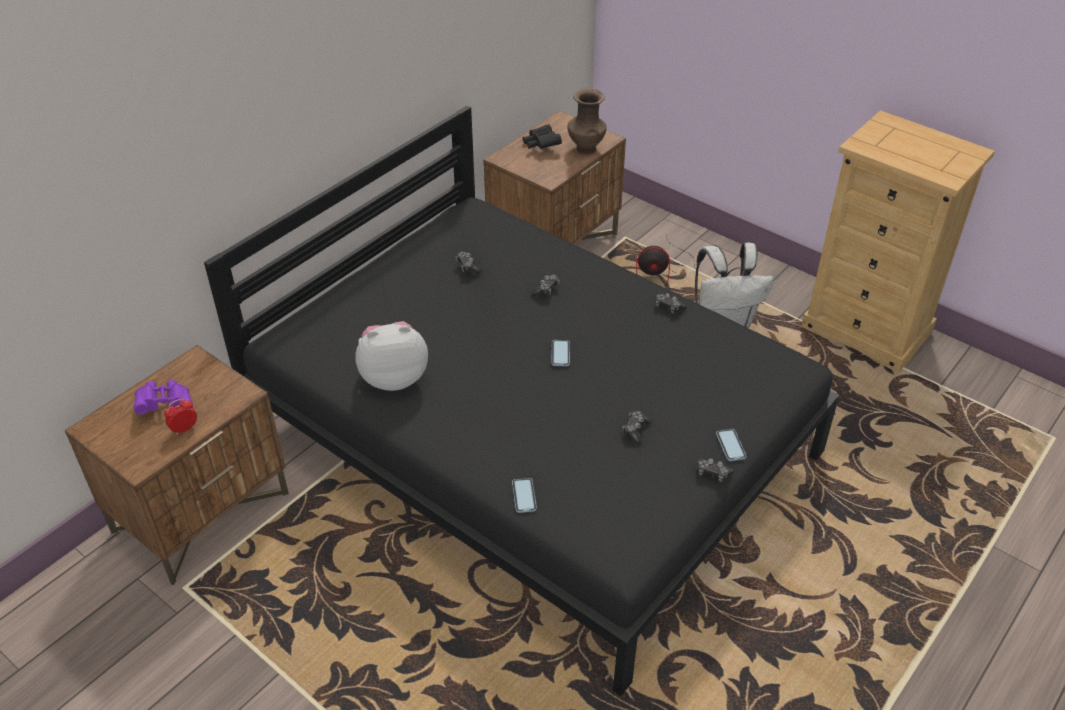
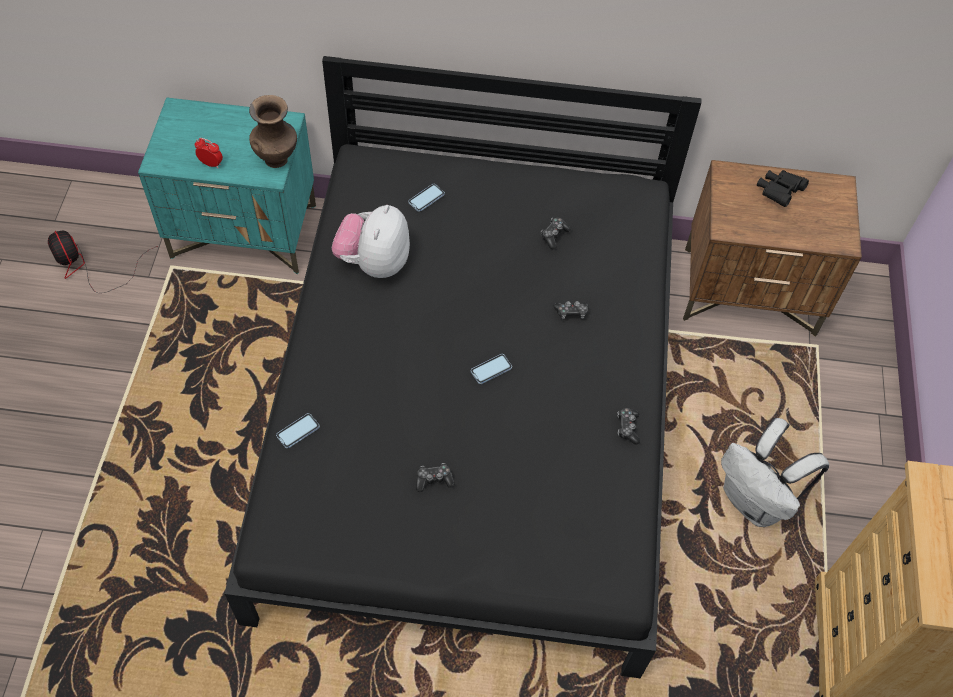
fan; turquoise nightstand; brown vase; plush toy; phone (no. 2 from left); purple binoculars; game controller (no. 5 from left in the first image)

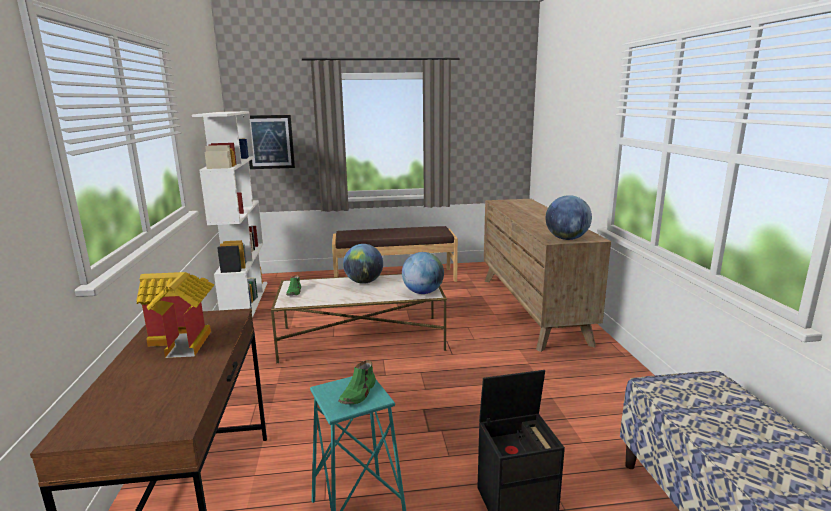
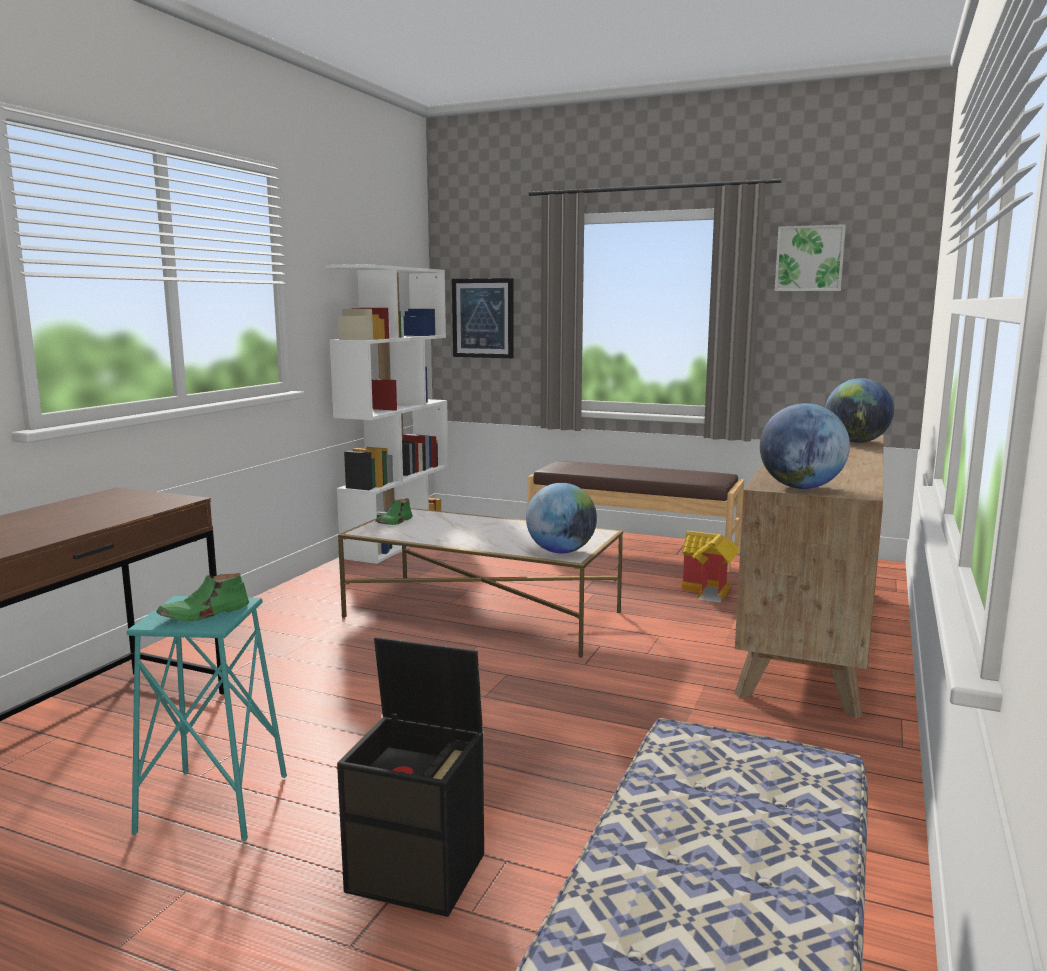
toy house; picture (no. 2 from left); globe (no. 3 from left)

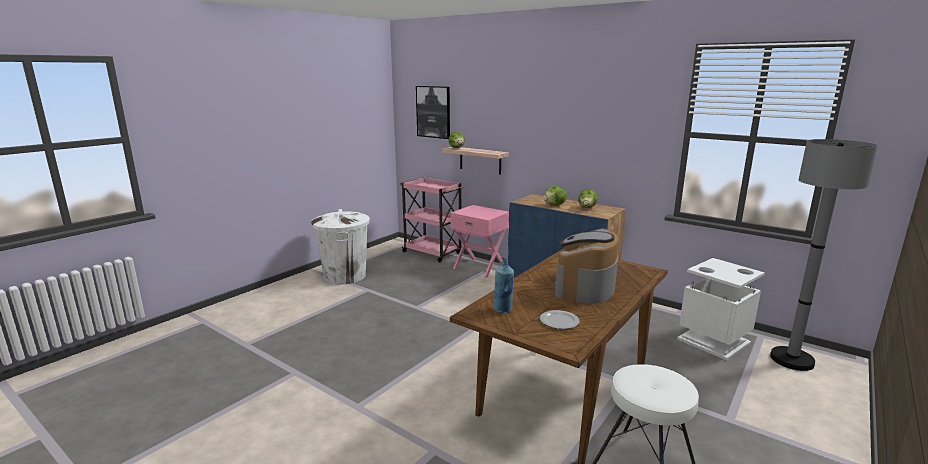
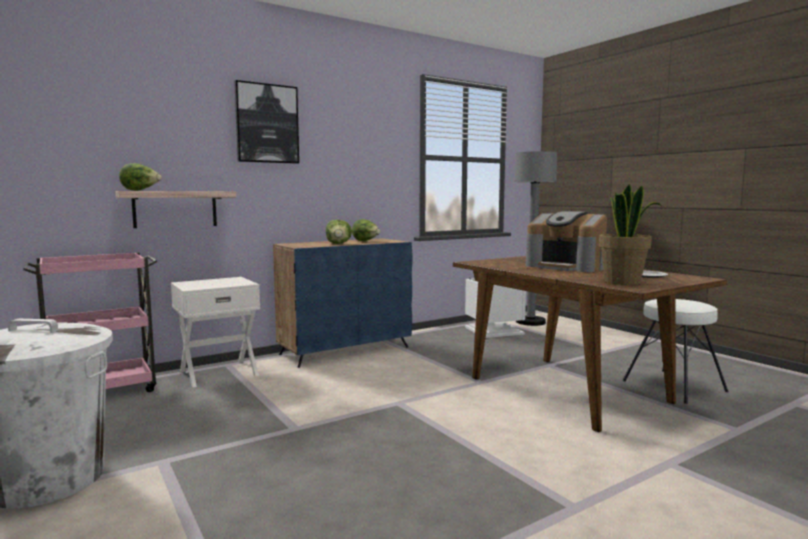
white nightstand; picture; potted plant

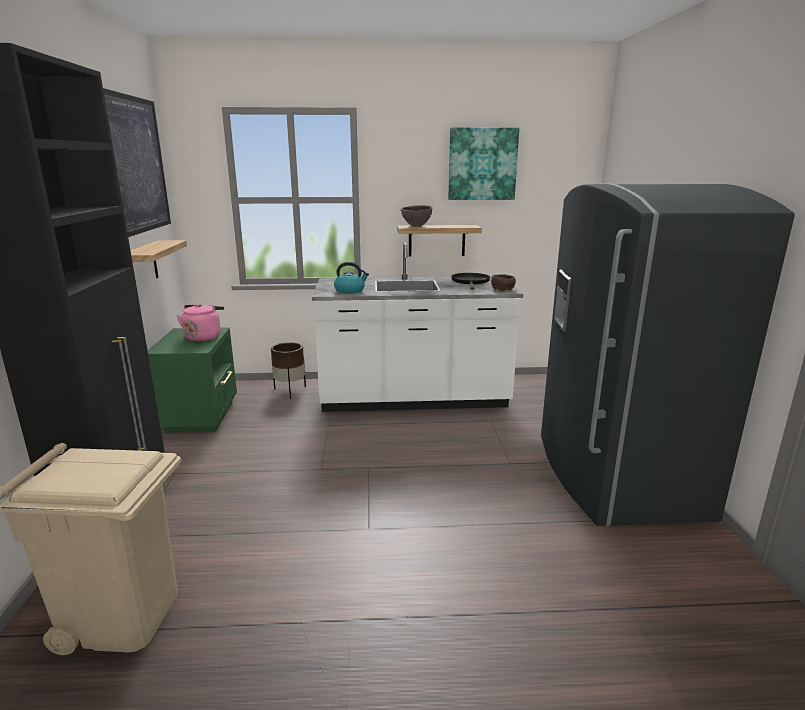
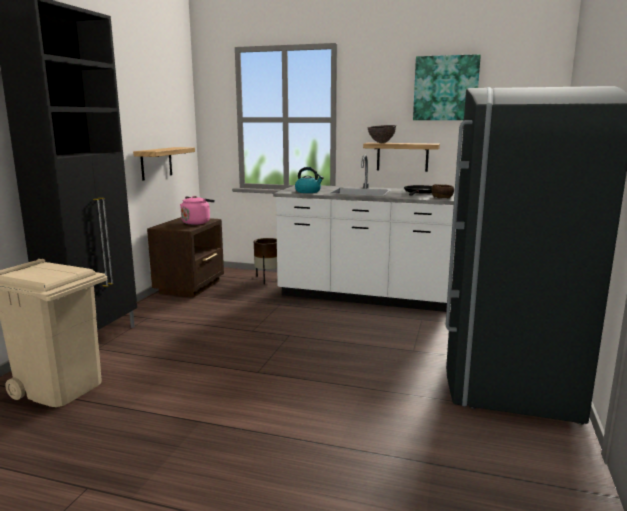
brown nightstand; picture (no. 1 from left in the first image)

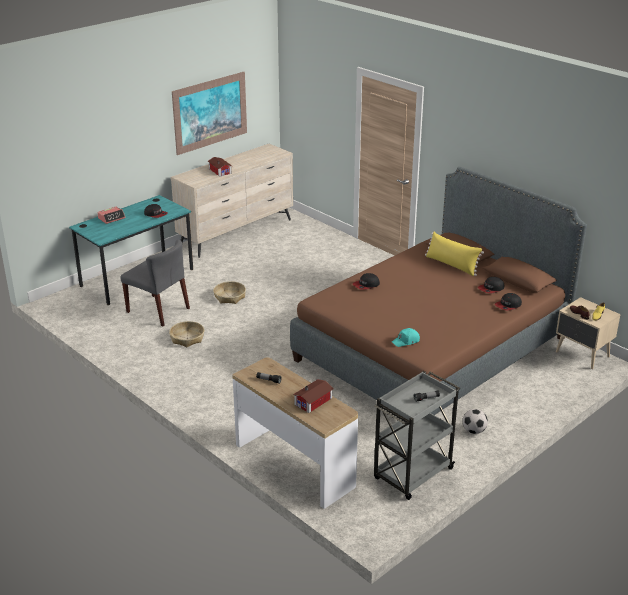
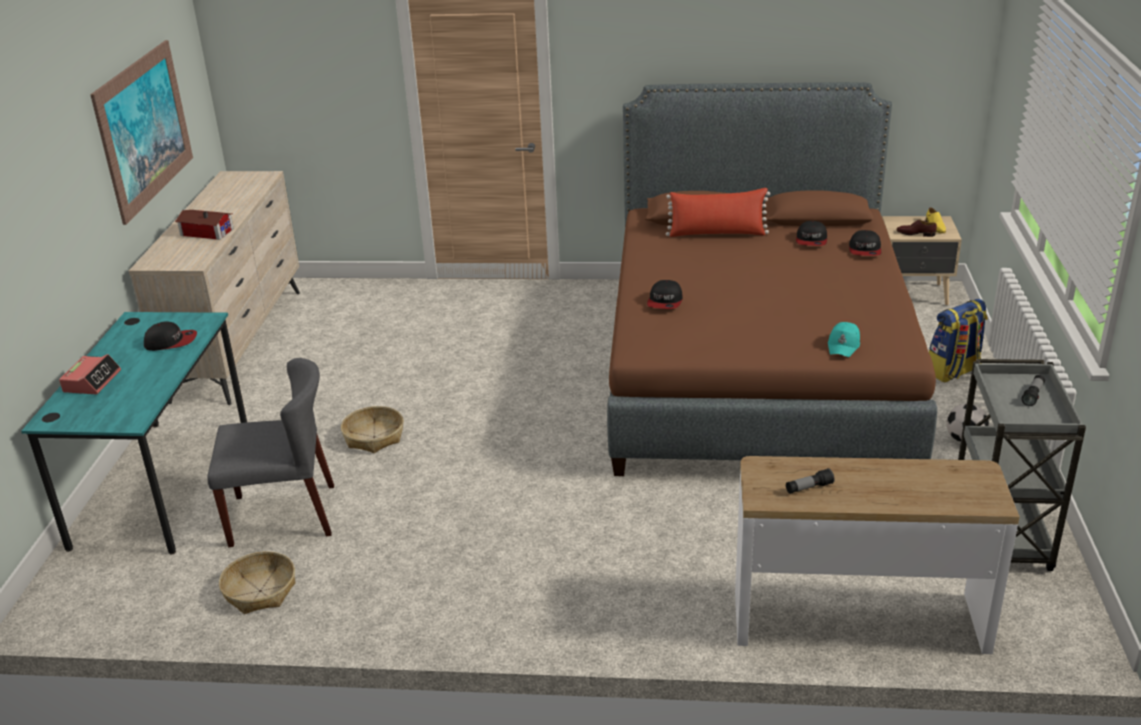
basket (no. 1 from left); red pillow; backpack; toy house (no. 2 from left in the first image)

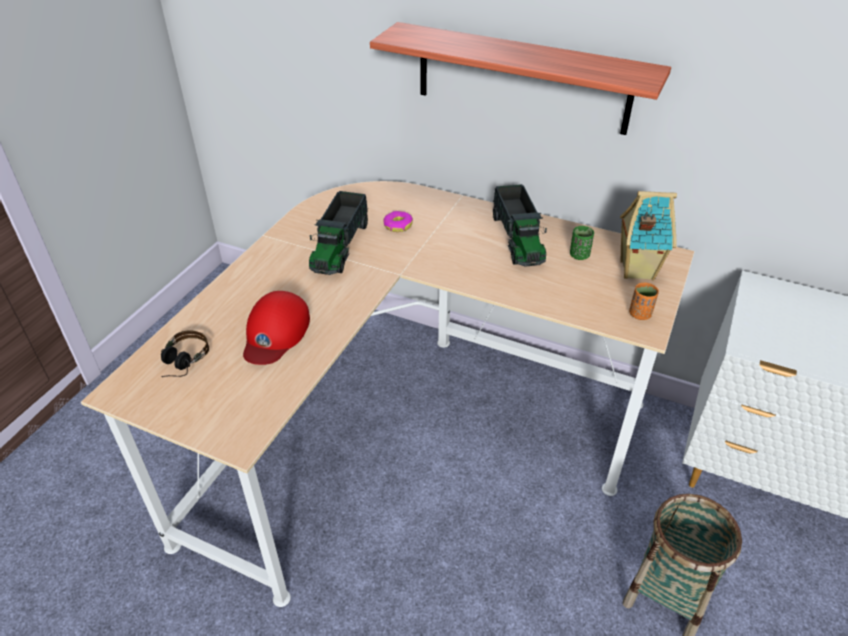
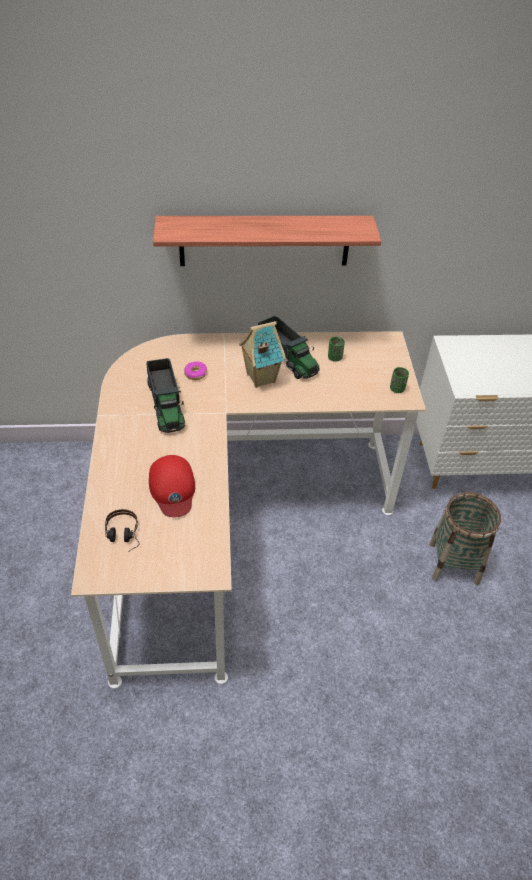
toy house; green cup (no. 2 from left)

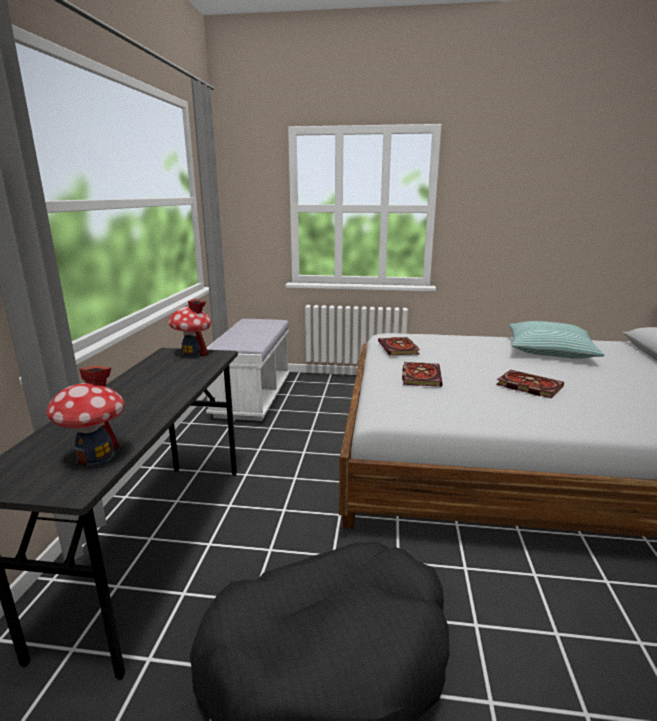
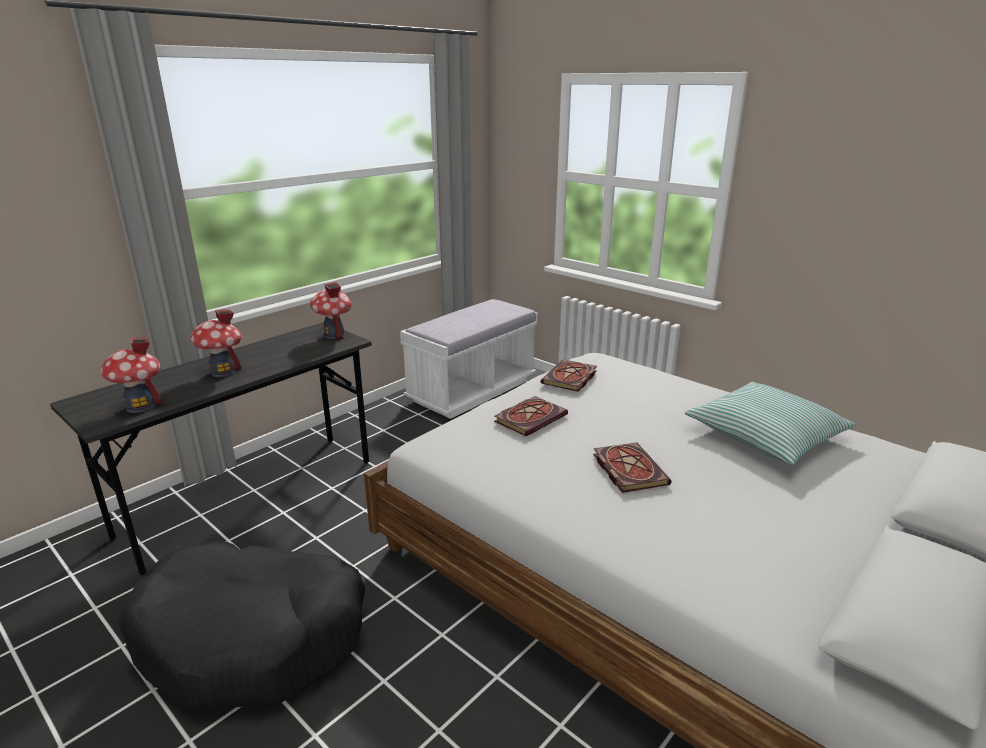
toy house (no. 2 from left)

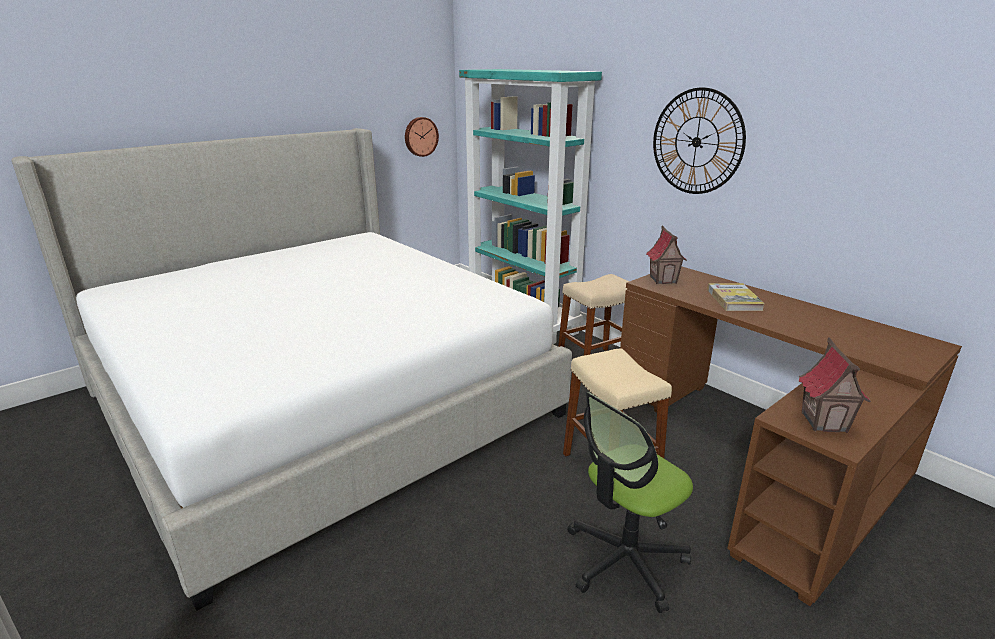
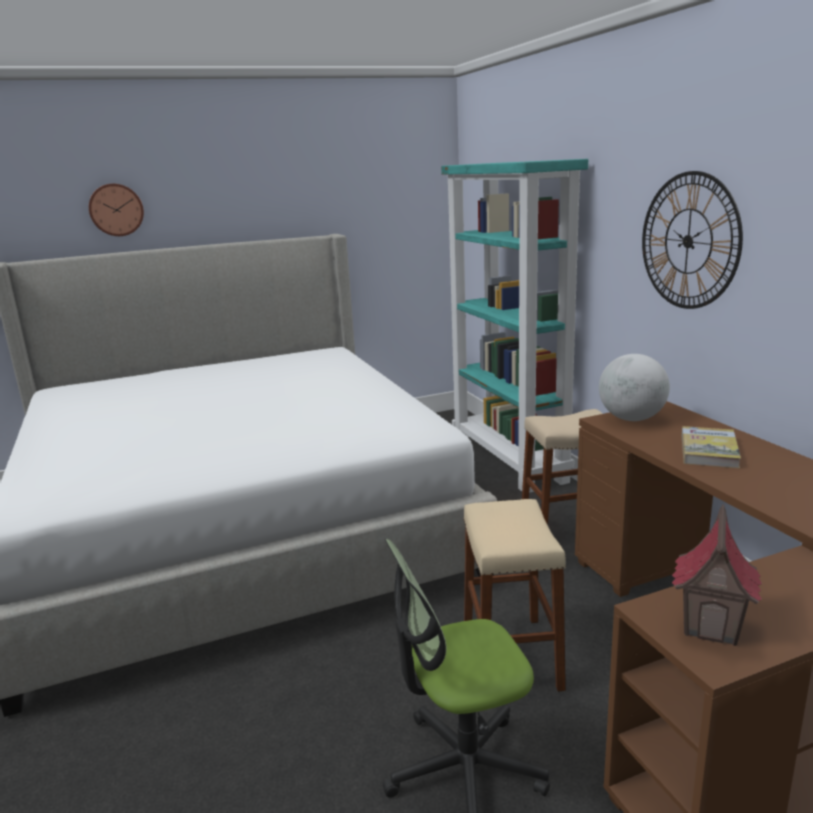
wall clock (no. 1 from left); globe

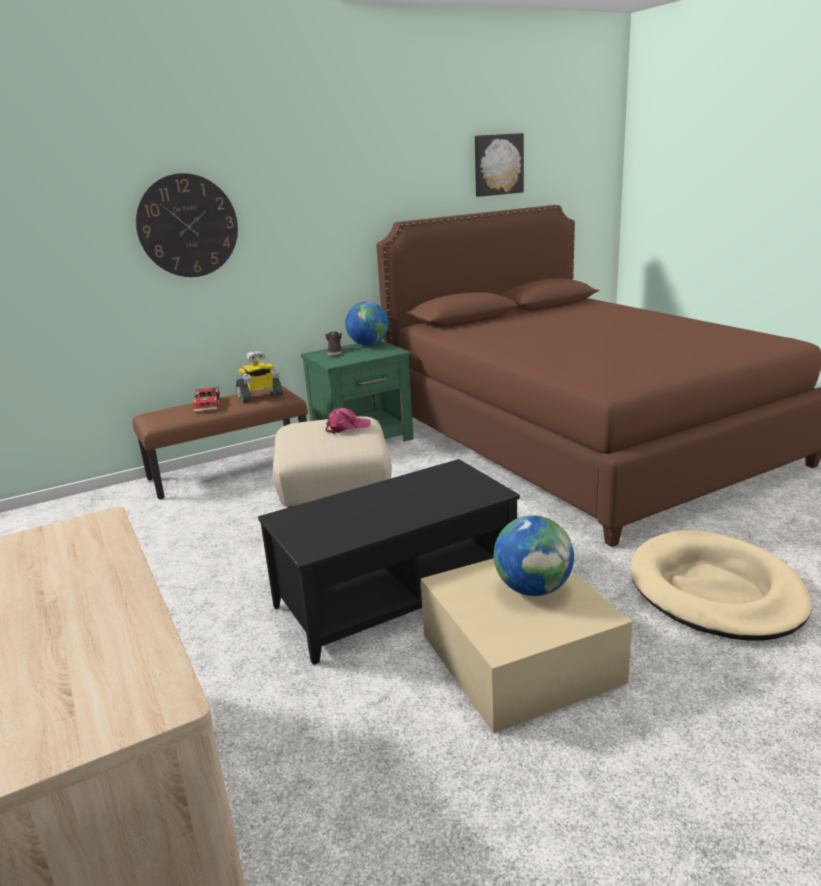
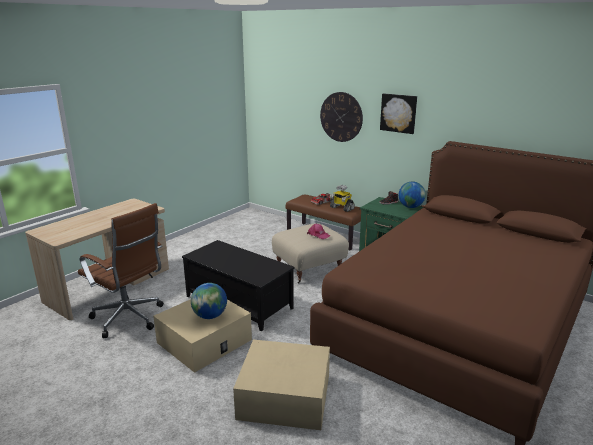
brown office chair; beige storage box (no. 2 from left); picture

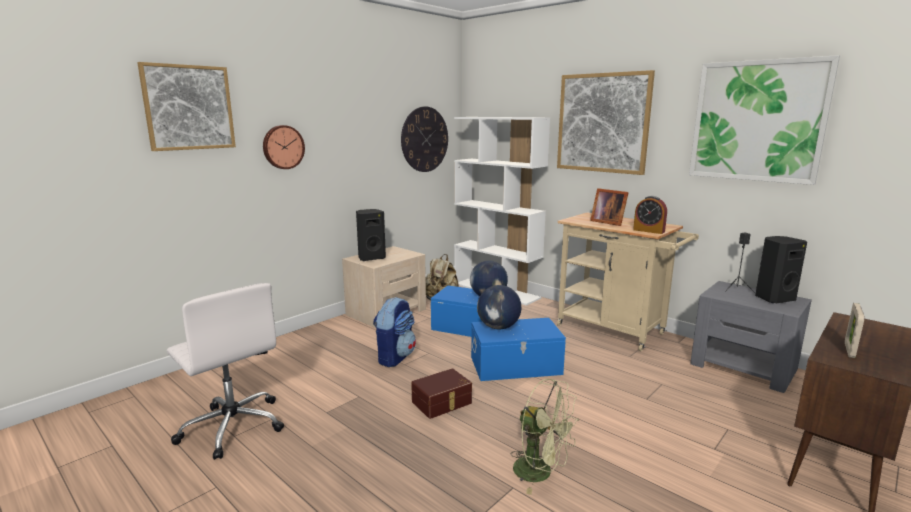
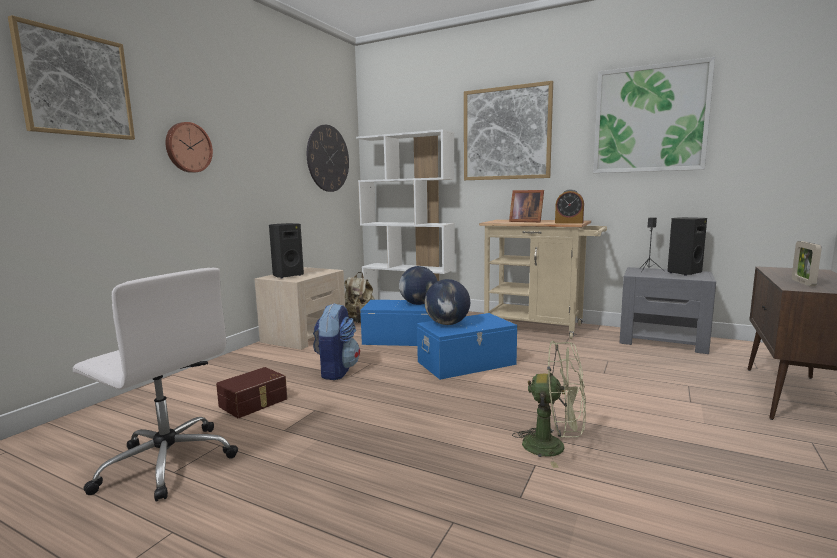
brown storage box

